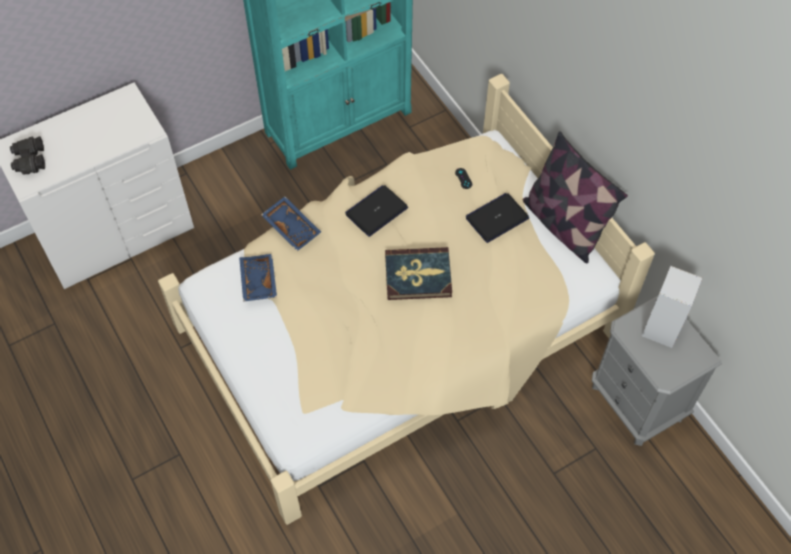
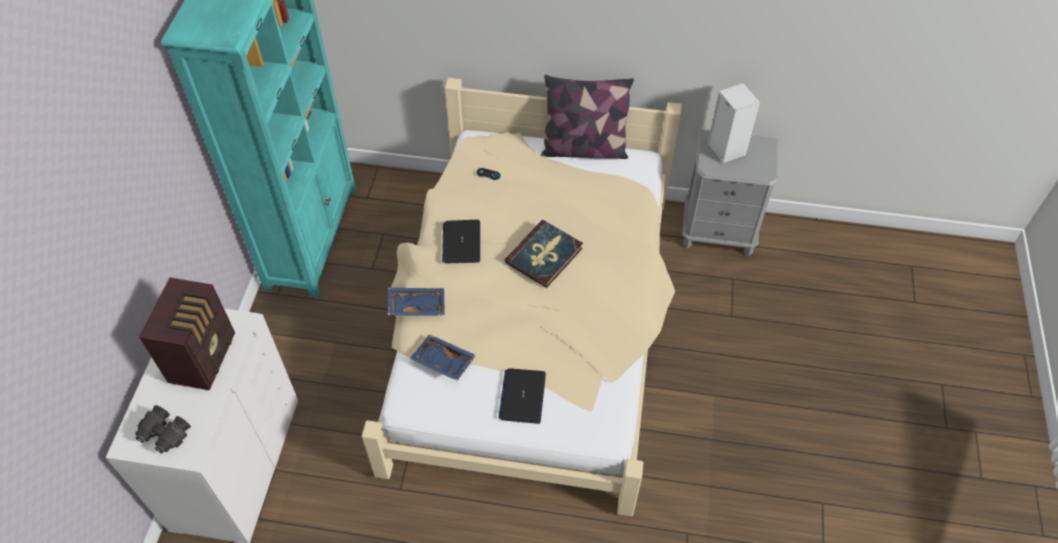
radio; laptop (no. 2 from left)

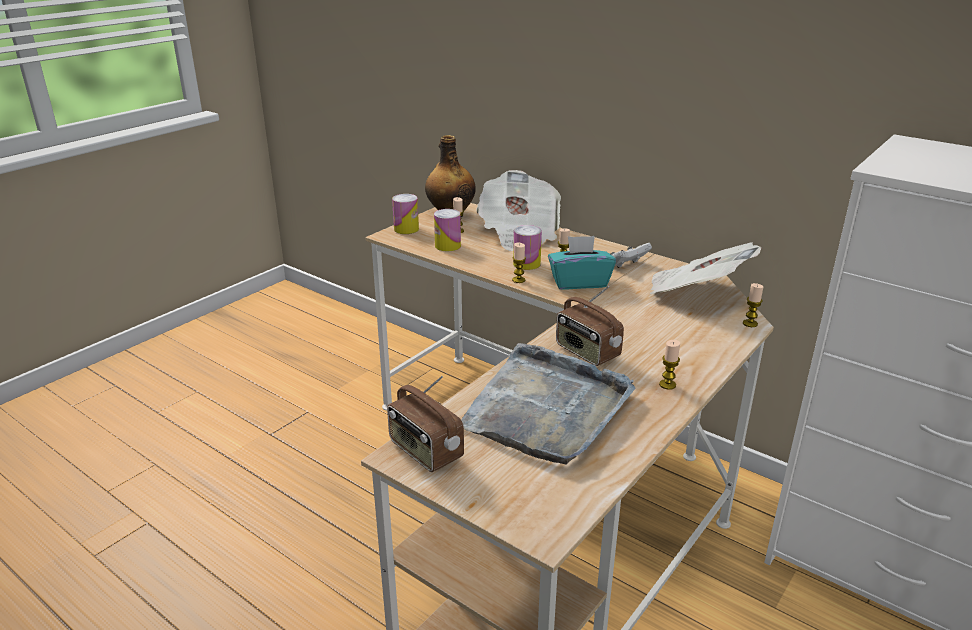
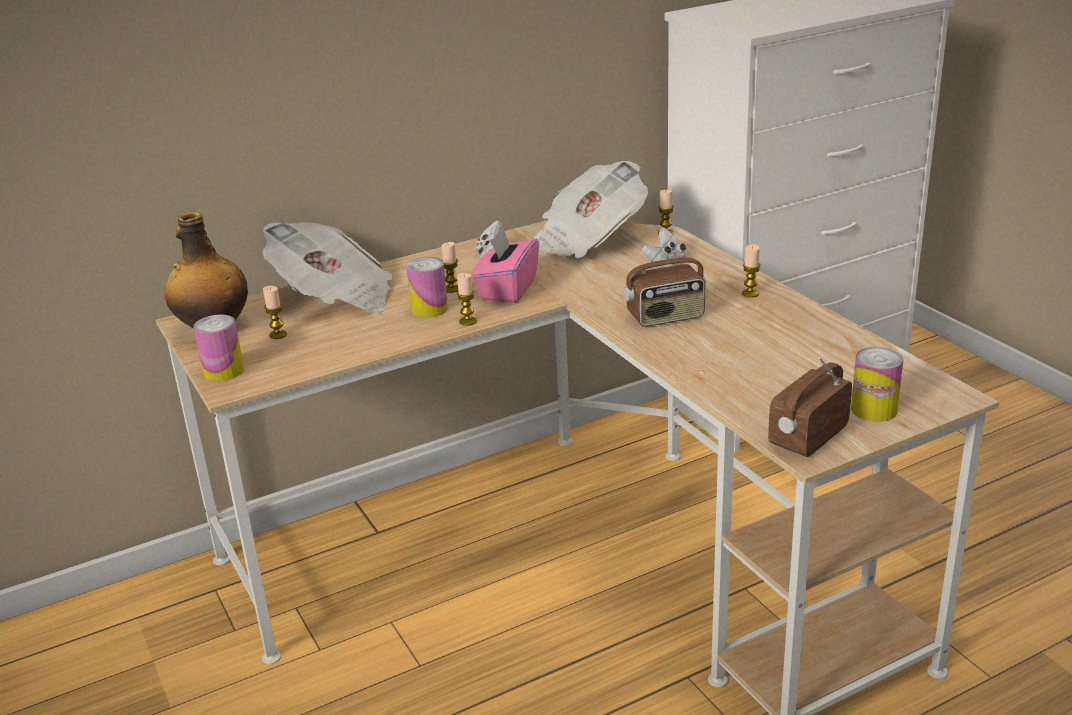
pink tissue box; white game controller (no. 2 from left); radio (no. 2 from left); can (no. 3 from left); grey tray

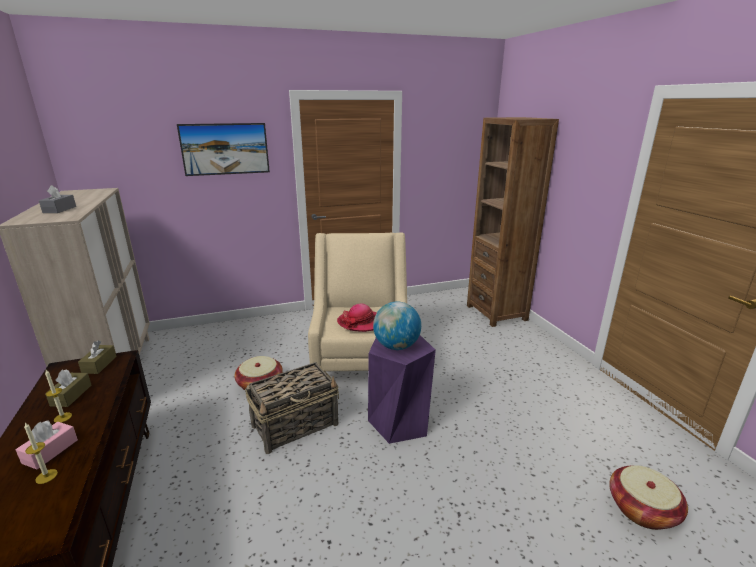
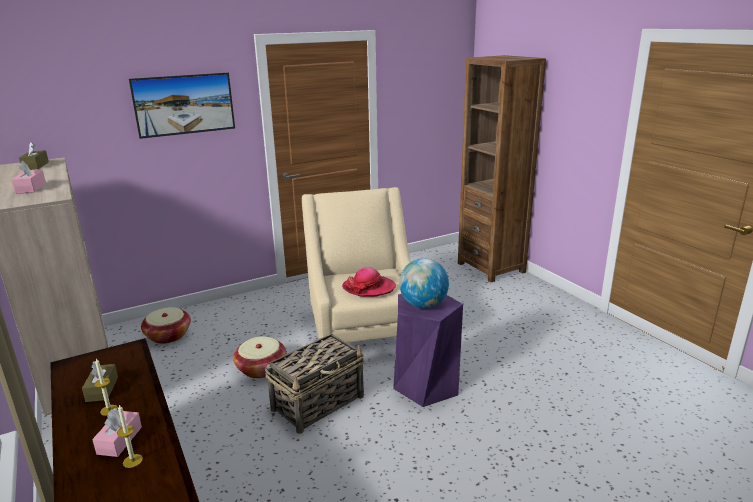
pink tissue box (no. 1 from left); brown tissue box (no. 1 from left); basket (no. 1 from left)

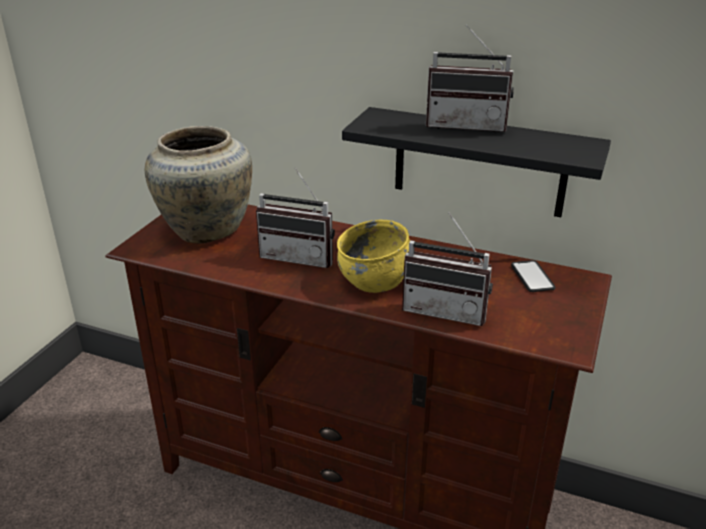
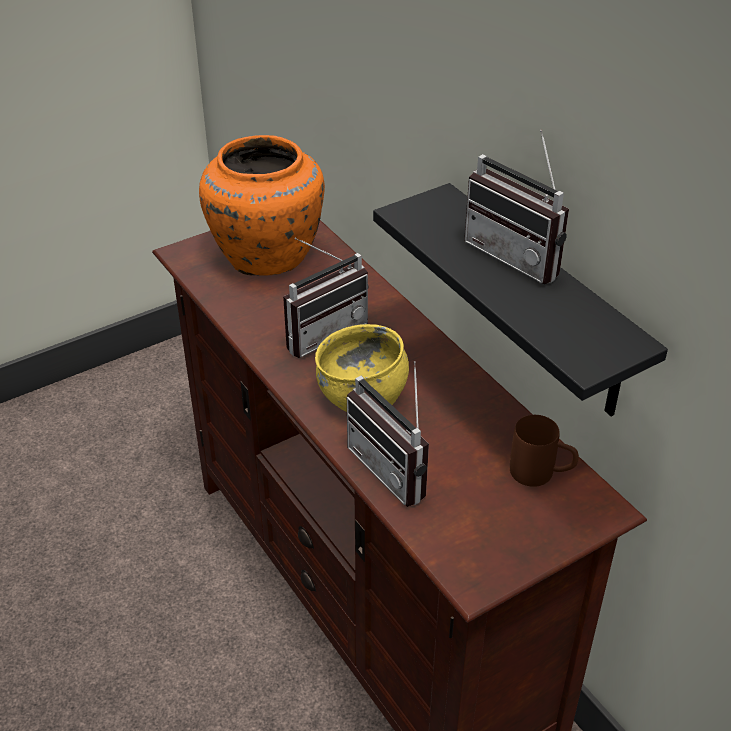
orange vase; radio (no. 1 from left); brown mug

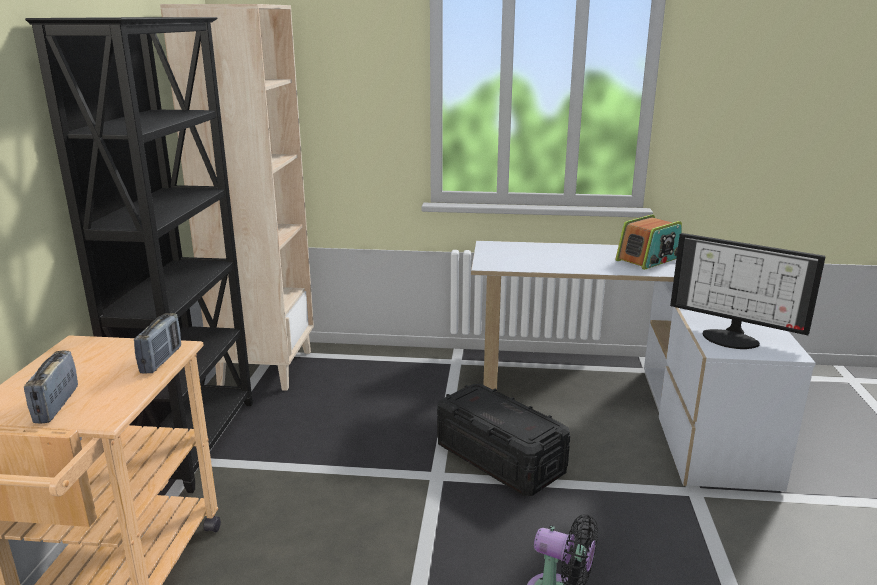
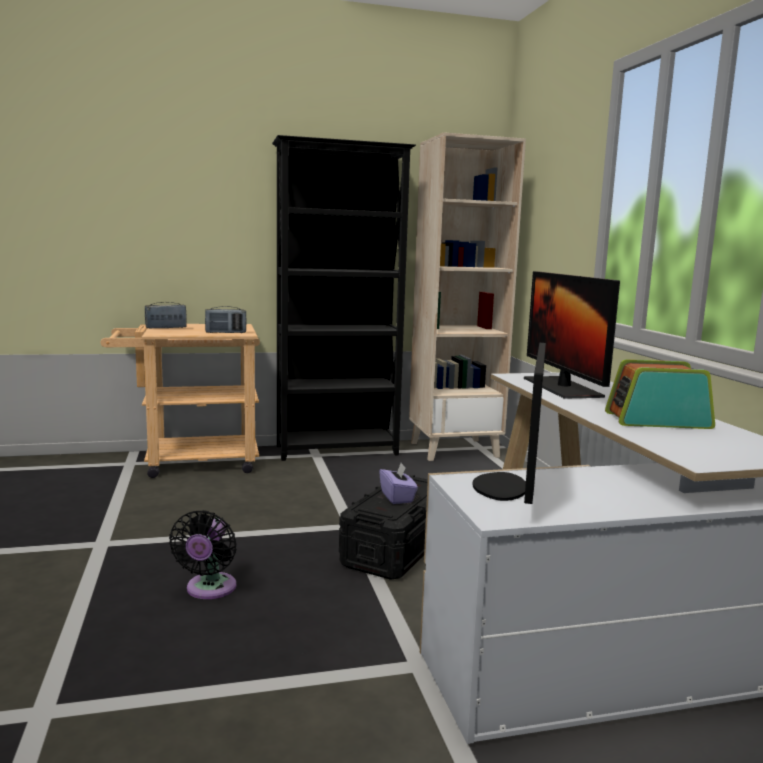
purple tissue box; monitor (no. 2 from left); radio (no. 3 from left)

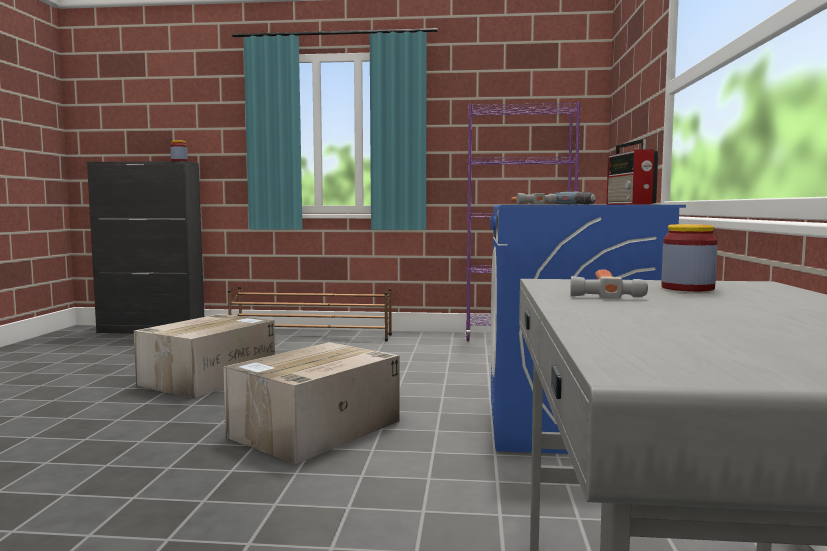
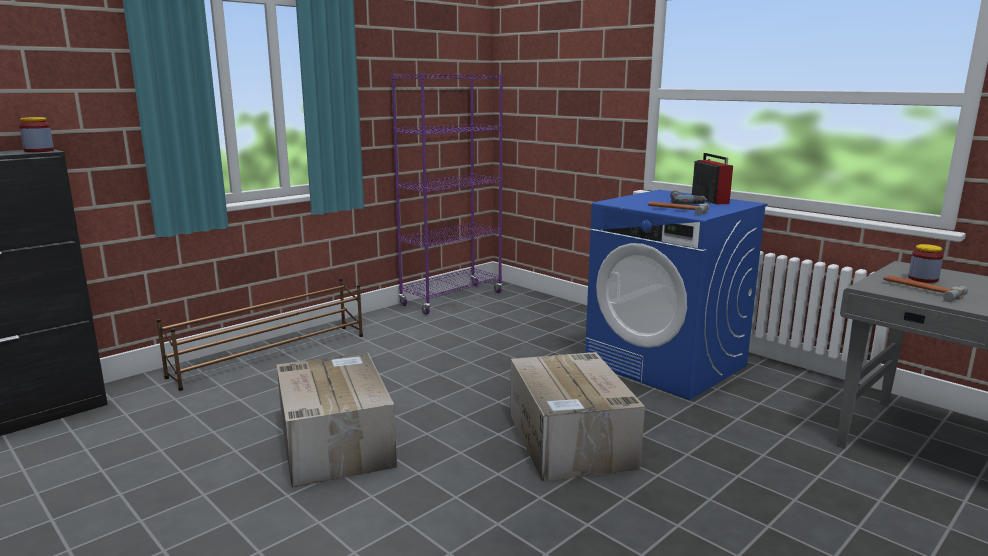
radio

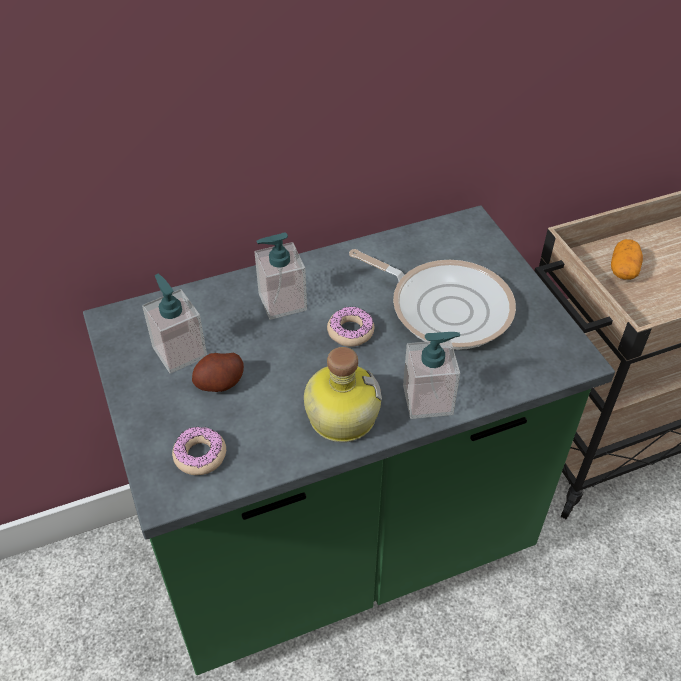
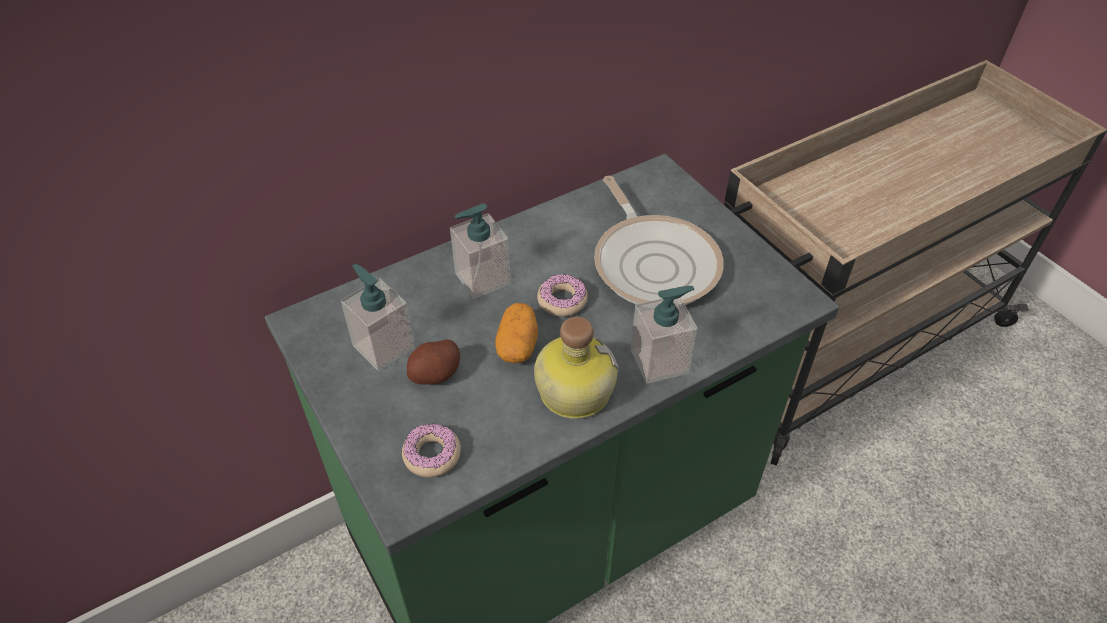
potato (no. 2 from left); frying pan

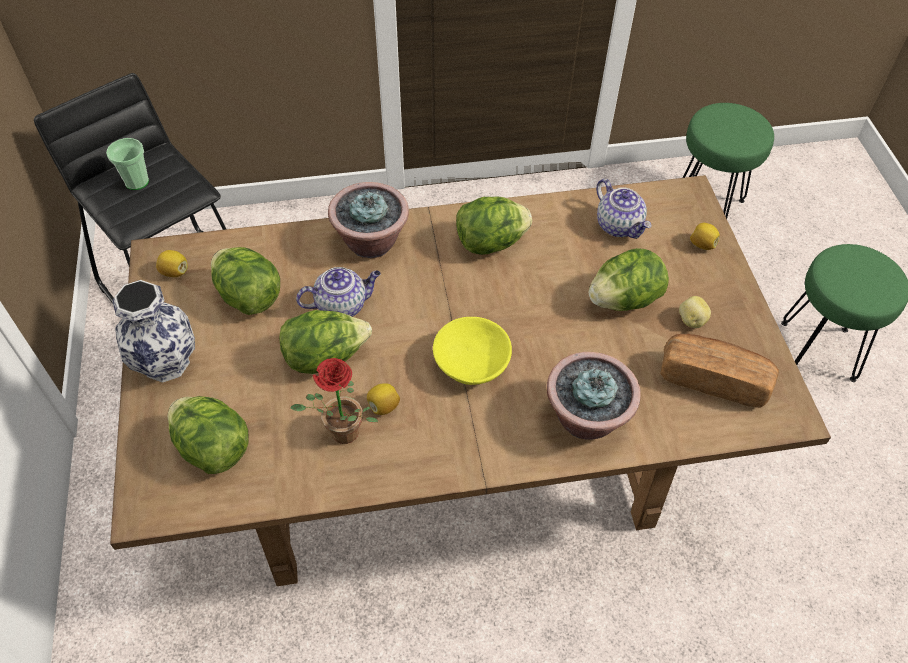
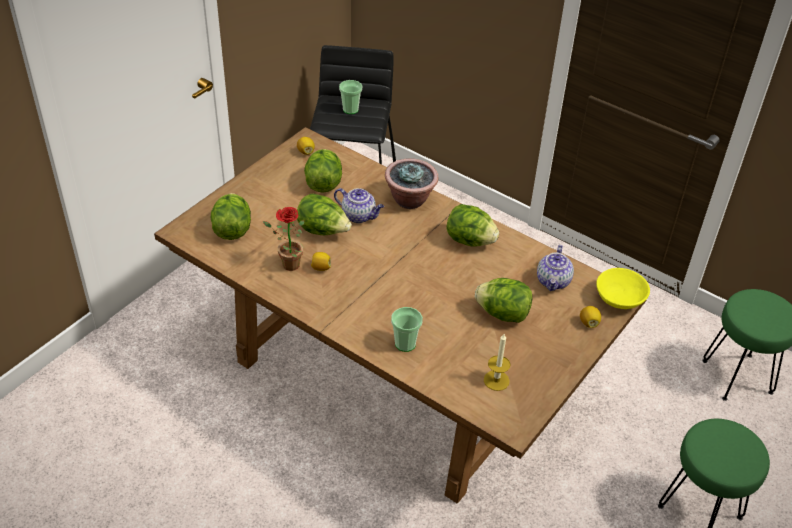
cup (no. 2 from left); candle; yellow bowl; vase; potato

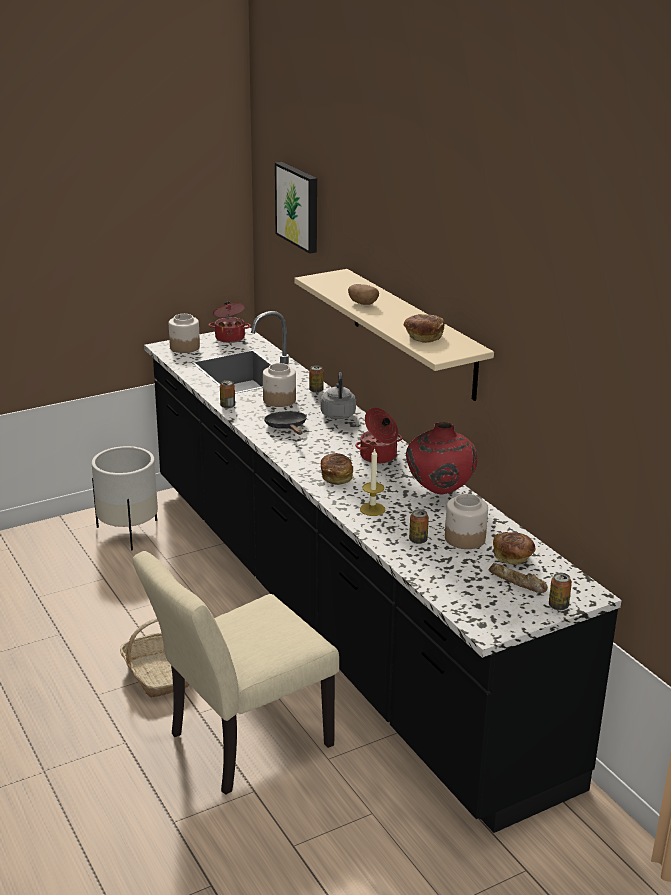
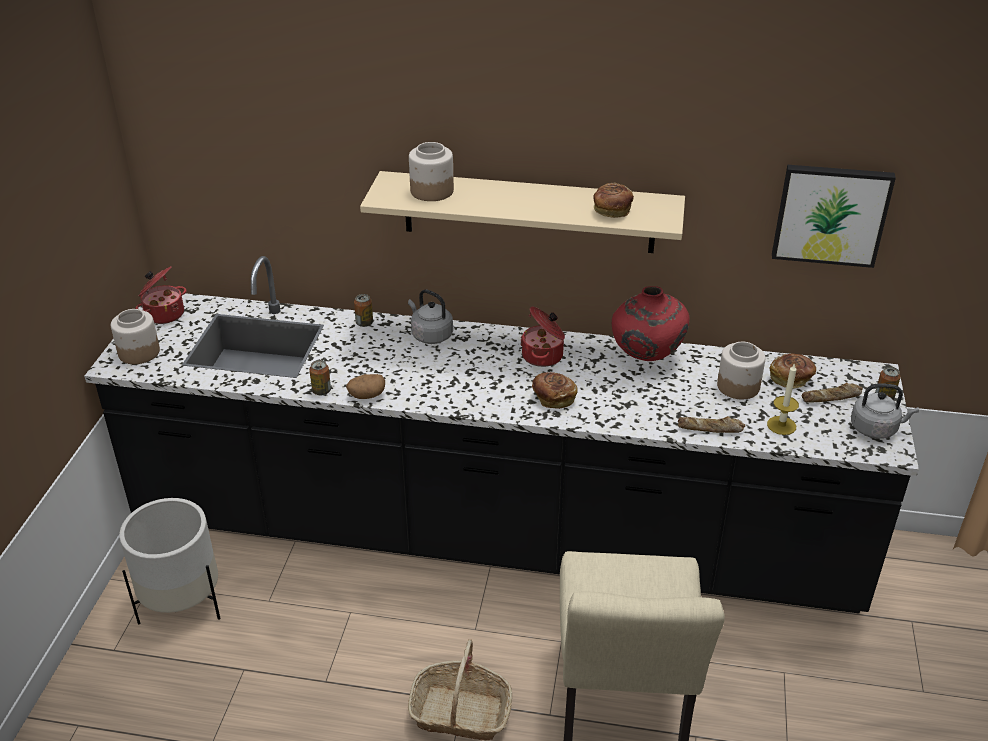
potato; jar (no. 2 from left); bread (no. 3 from left); candle; picture; grey kettle (no. 2 from left); black frying pan; can (no. 3 from left in the first image)

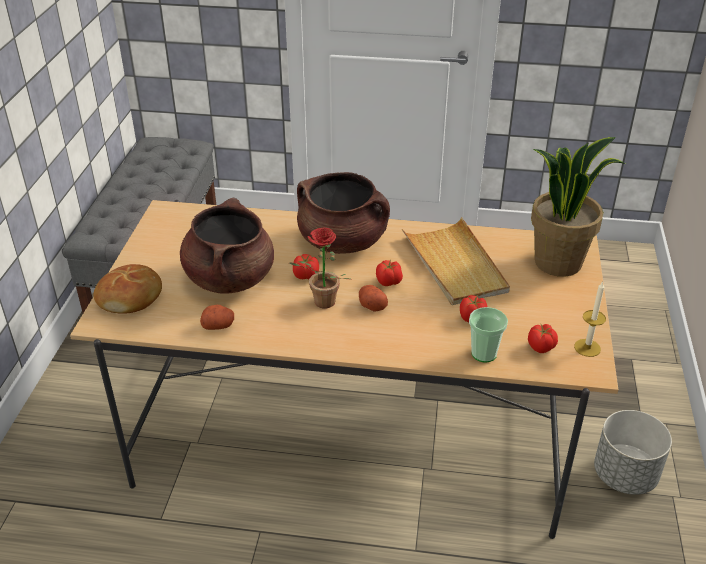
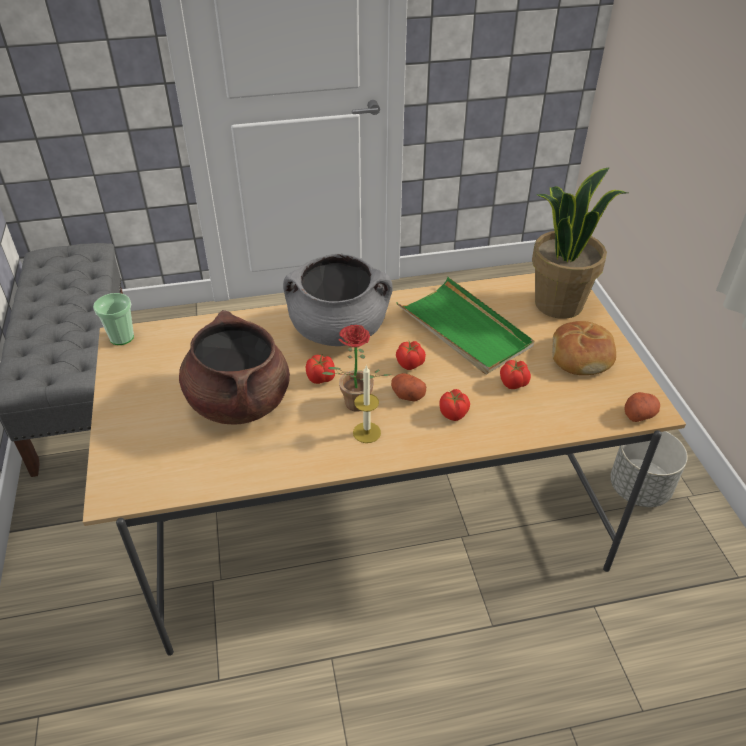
cup; grey cooking pot; candle; green tray; tomato (no. 3 from left); bread; potato (no. 2 from left)

